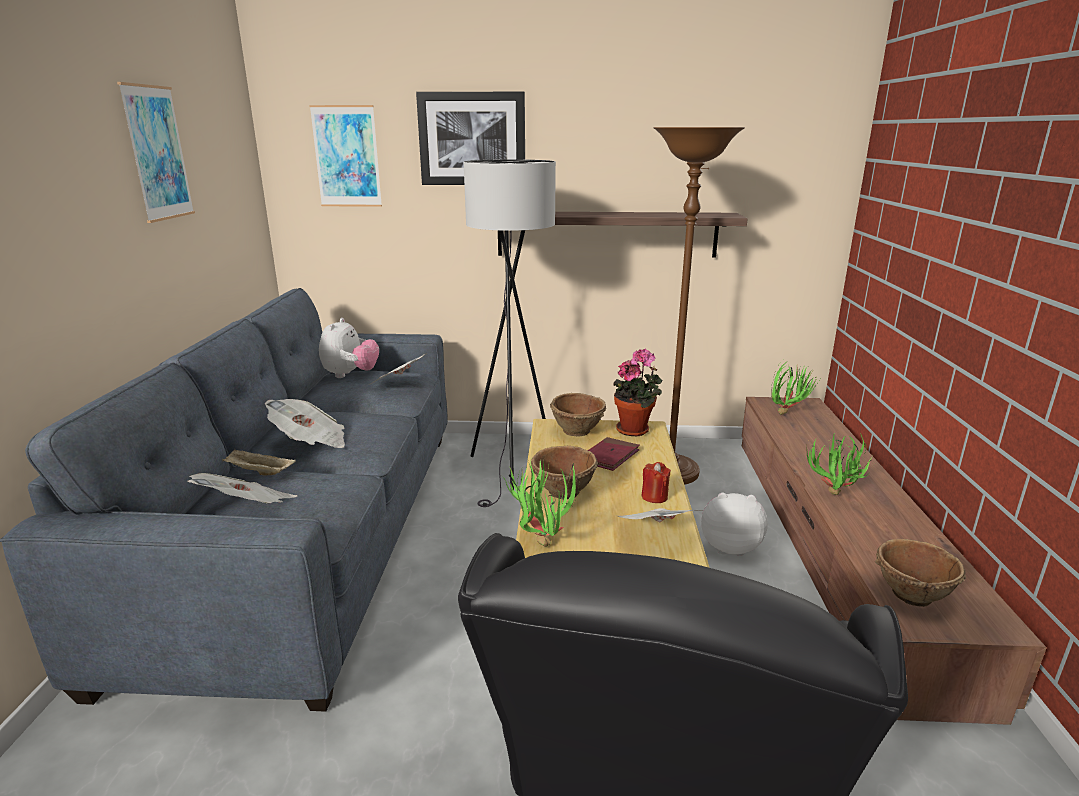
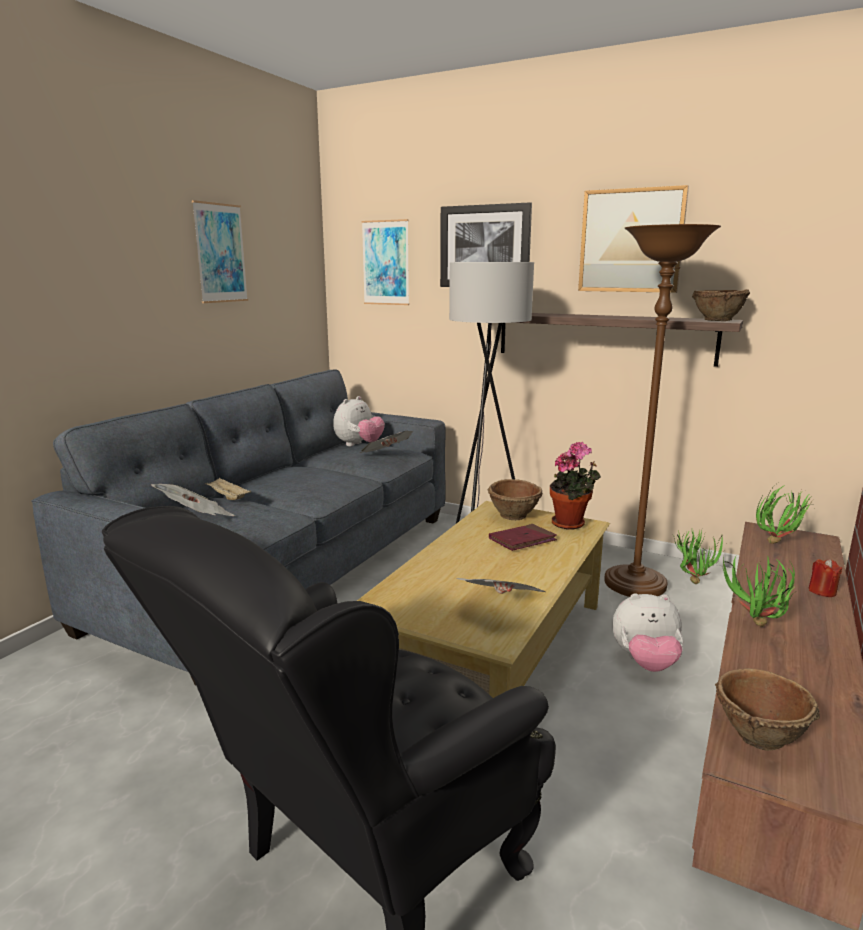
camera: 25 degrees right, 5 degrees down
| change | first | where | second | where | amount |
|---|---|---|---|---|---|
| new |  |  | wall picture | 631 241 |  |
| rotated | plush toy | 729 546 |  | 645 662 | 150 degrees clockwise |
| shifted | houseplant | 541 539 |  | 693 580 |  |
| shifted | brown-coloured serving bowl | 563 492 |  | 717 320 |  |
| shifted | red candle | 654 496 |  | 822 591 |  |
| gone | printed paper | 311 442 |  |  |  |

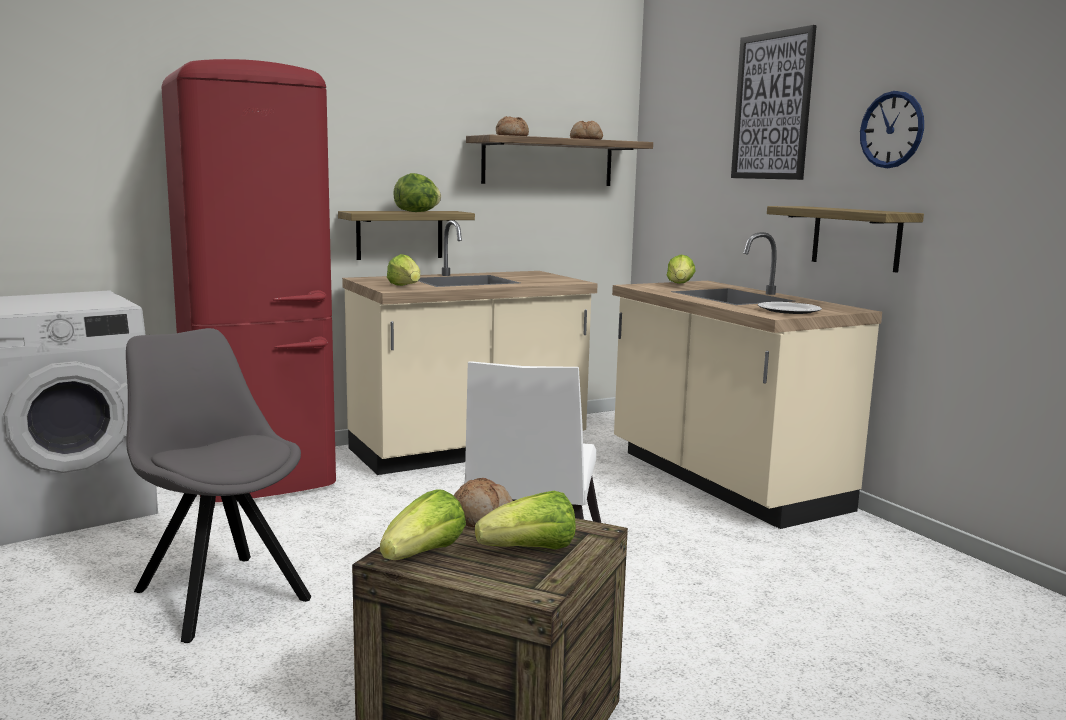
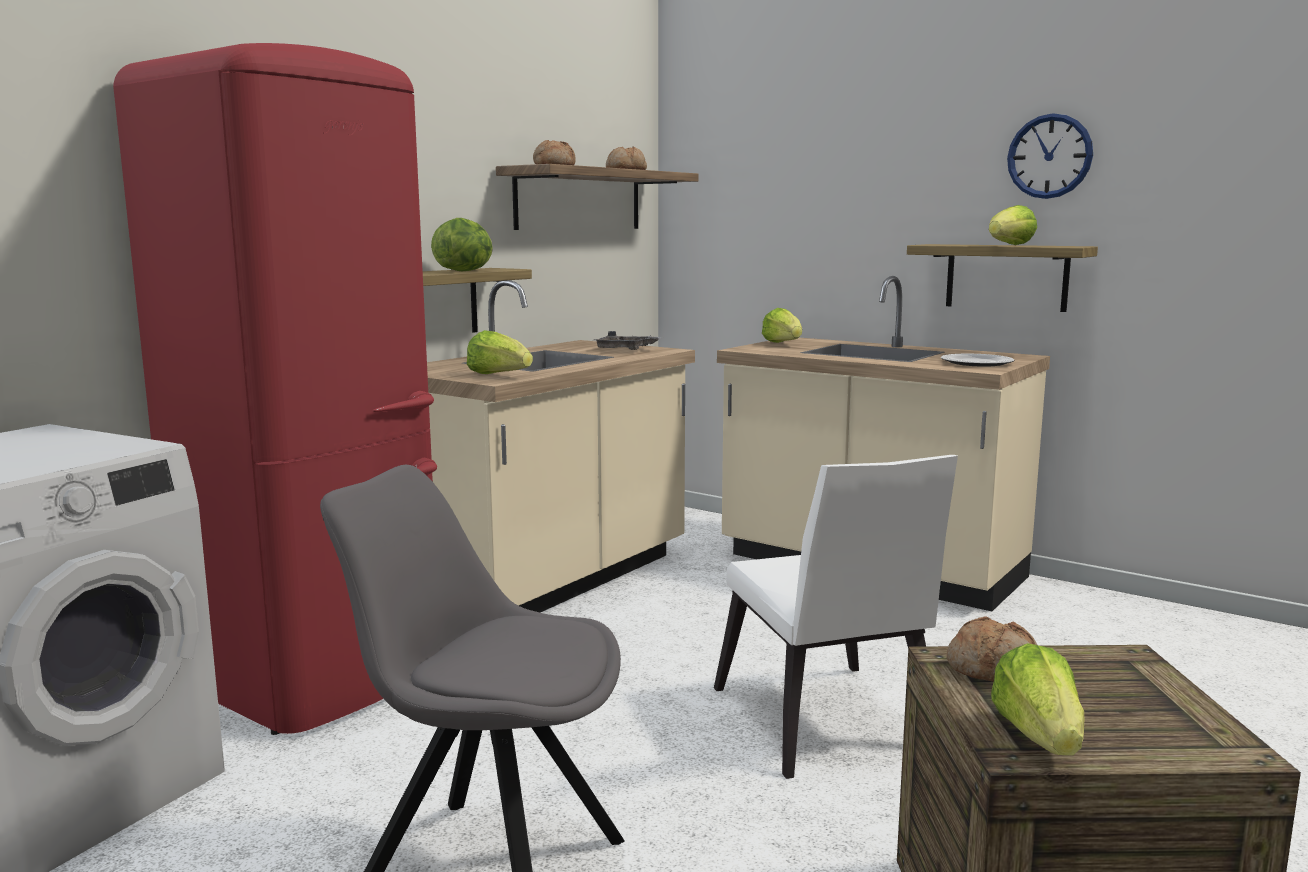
camera: 25 degrees left, 0 degrees up
| change | first | where | second | where | amount |
|---|---|---|---|---|---|
| new |  |  | grey tray | 626 350 |  |
| shifted | lettuce | 531 551 |  | 1010 245 |  |
| gone | wall picture | 772 106 |  |  |  |

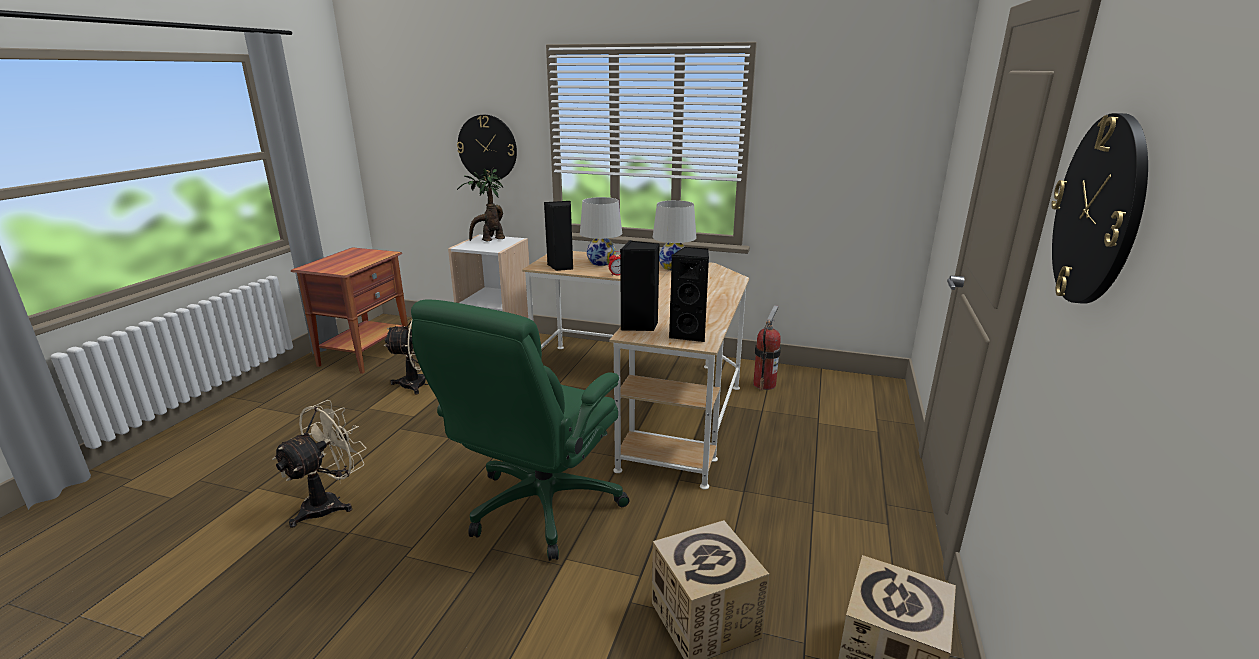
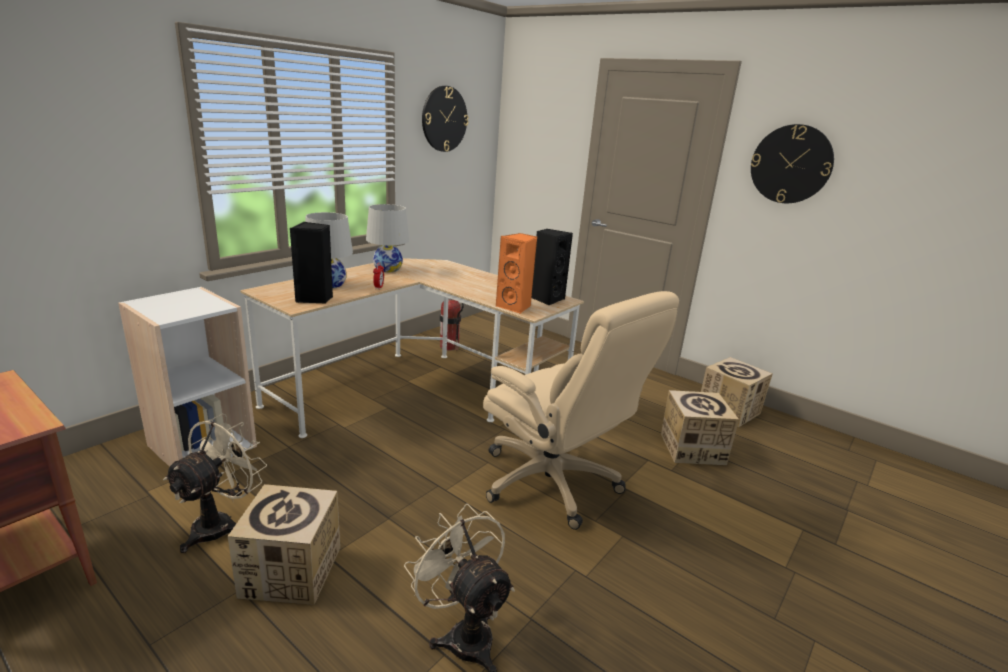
camera: 70 degrees left, 0 degrees up
| change | first | where | second | where | amount |
|---|---|---|---|---|---|
| new |  |  | cardboard box | 291 571 |  |
| shifted | hanging clock | 487 148 |  | 444 119 |  |
| repainted | green-coloured office chair | 536 511 | sand-coloured office chair | 556 487 |  |
| repainted | black-coloured audio speaker | 639 325 | orange-coloured audio speaker | 515 307 |  |
| gone | houseplant | 490 240 |  |  |  |

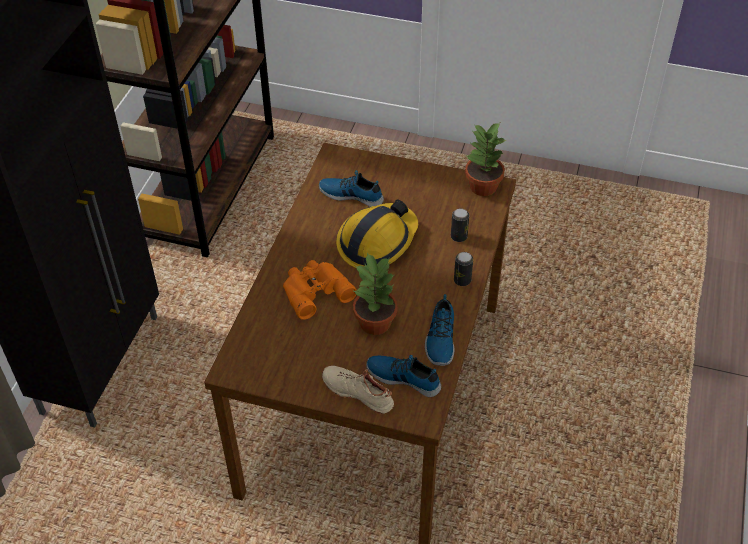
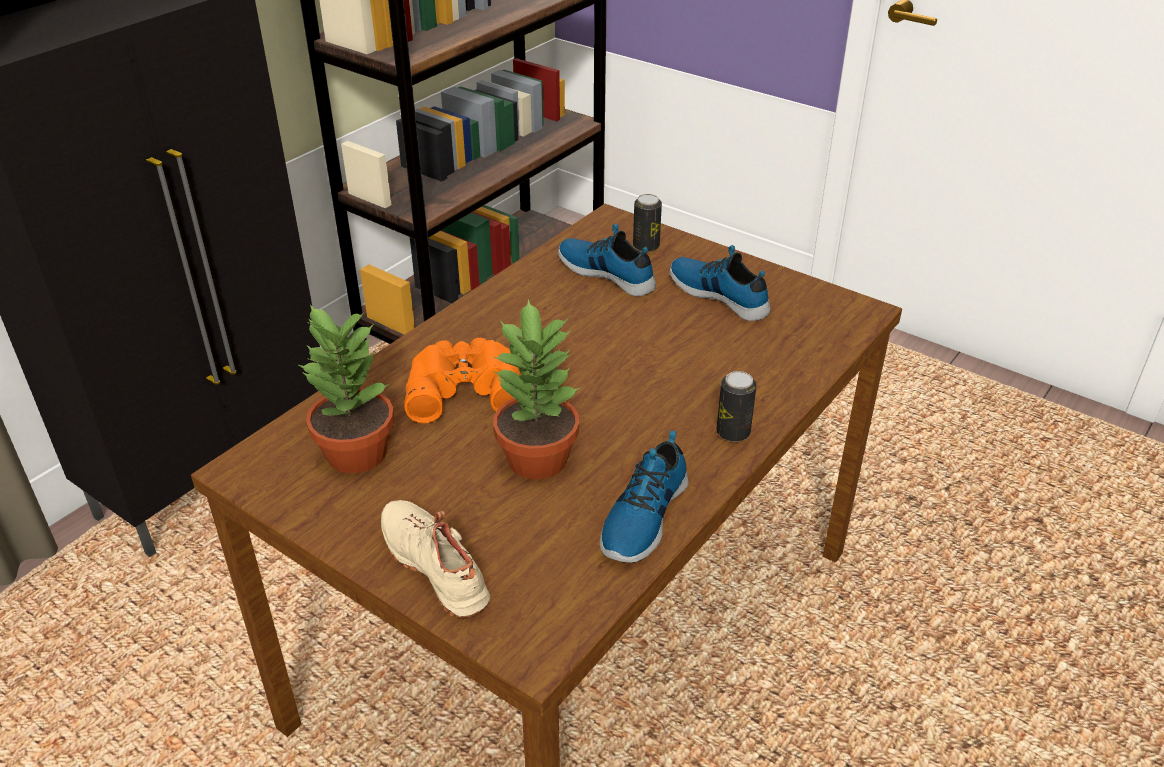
camera: 20 degrees right, 10 degrees down
| change | first | where | second | where | amount |
|---|---|---|---|---|---|
| shifted | houseplant | 482 186 |  | 354 453 |  |
| shifted | metal can | 459 237 |  | 646 246 |  |
| shifted | low shoe | 404 377 |  | 719 294 |  |
| gone | safety helmet | 377 242 |  |  |  |

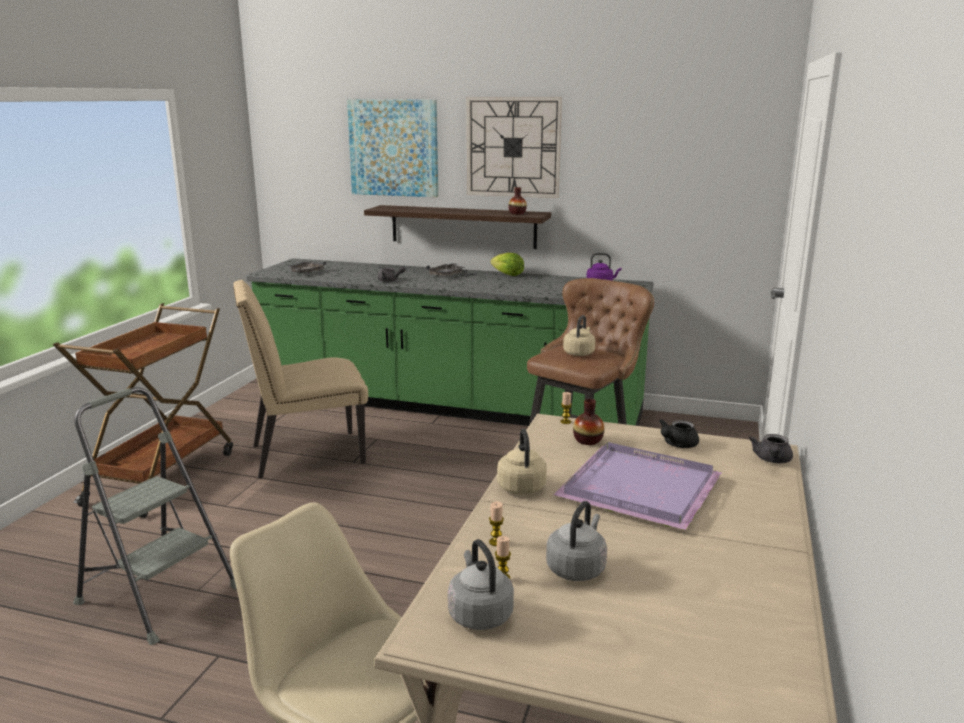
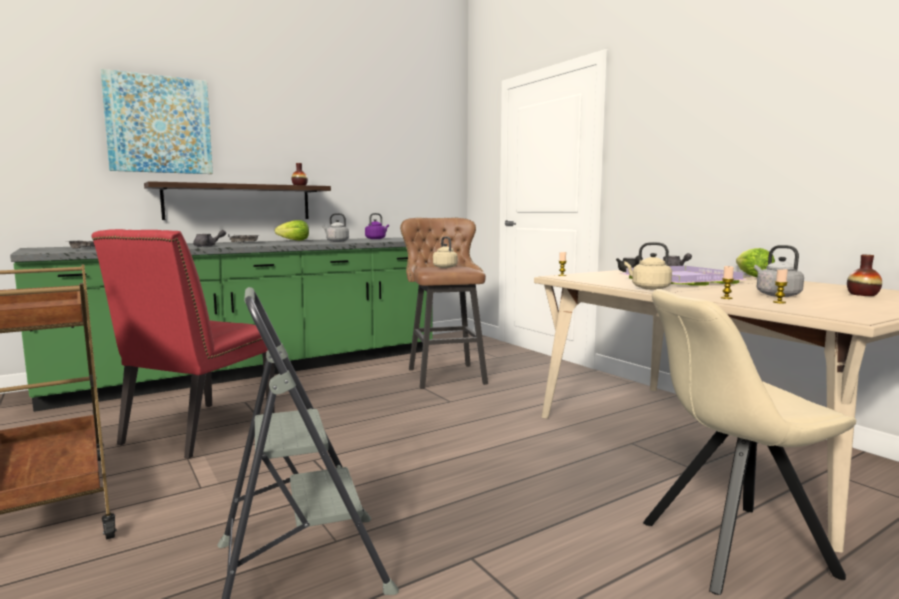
camera: 50 degrees left, 10 degrees down
| change | first | where | second | where | amount |
|---|---|---|---|---|---|
| repainted | sand-coloured upright chair | 308 454 | red upright chair | 200 429 |  |
| shifted | grey water kettle | 479 614 |  | 336 241 |  |
| new |  |  | lettuce | 752 277 |  |
| shifted | vase | 588 440 |  | 862 294 |  |
| gone | hanging clock | 513 147 |  |  |  |

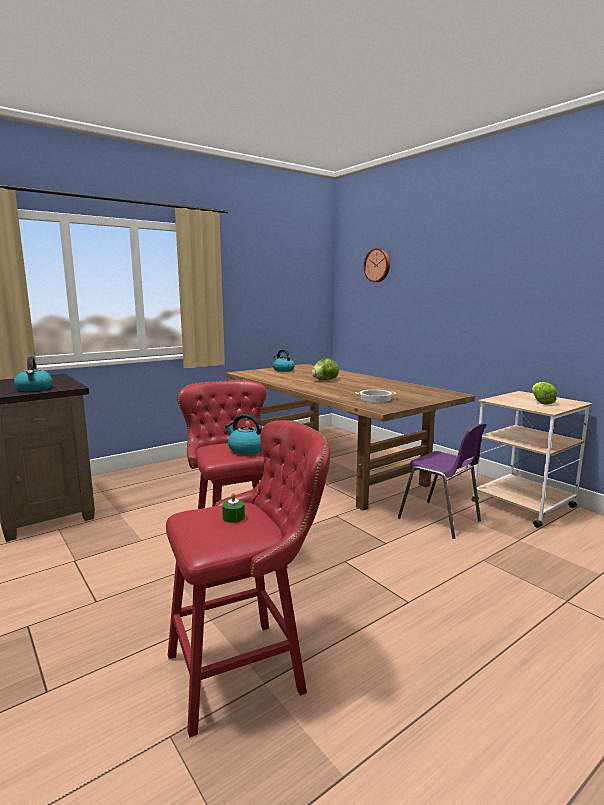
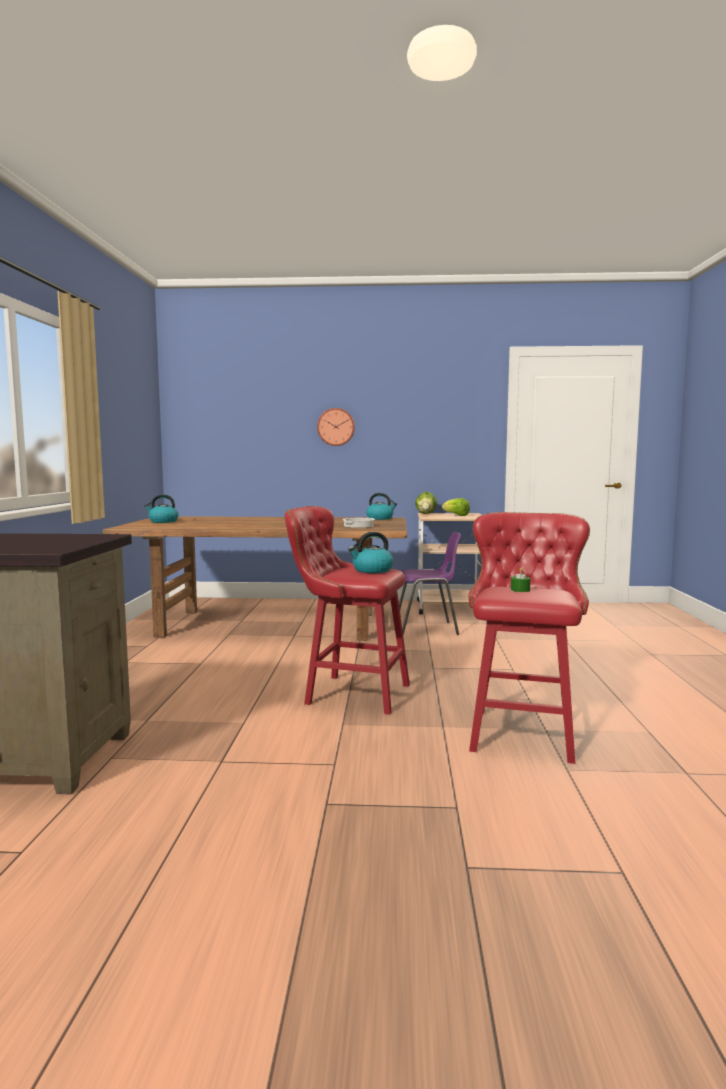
camera: 50 degrees left, 5 degrees down
| change | first | where | second | where | amount |
|---|---|---|---|---|---|
| shifted | hanging clock | 377 265 |  | 336 427 |  |
| shifted | water kettle | 34 389 |  | 380 518 |  |
| shifted | lettuce | 324 380 |  | 426 514 |  |

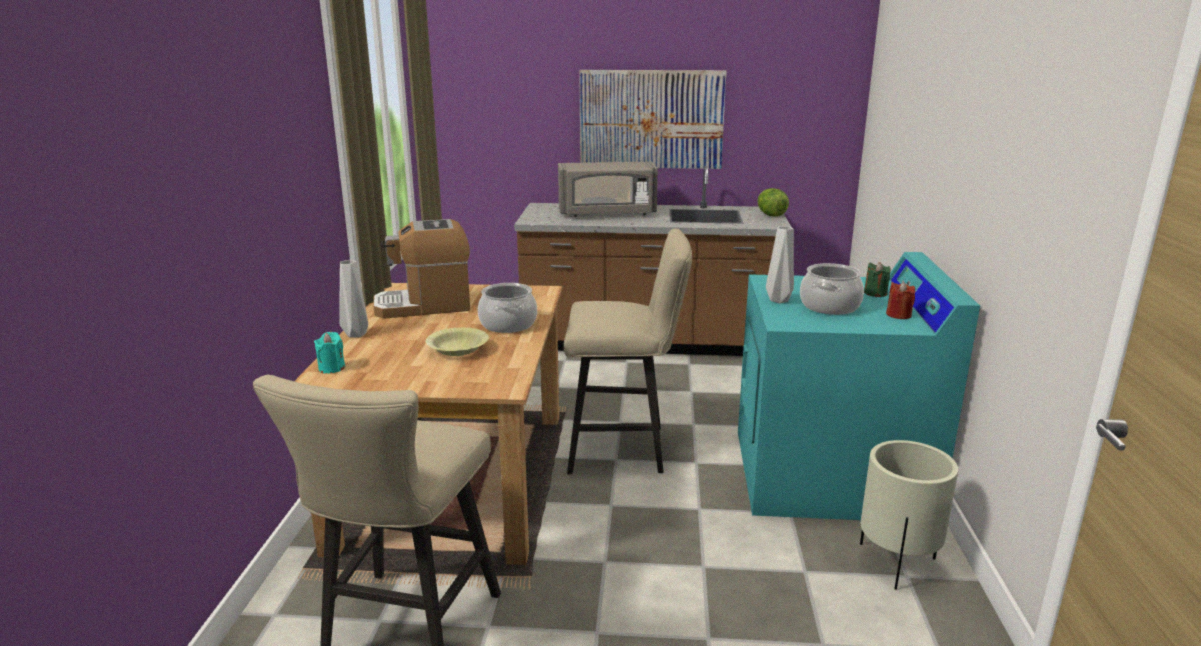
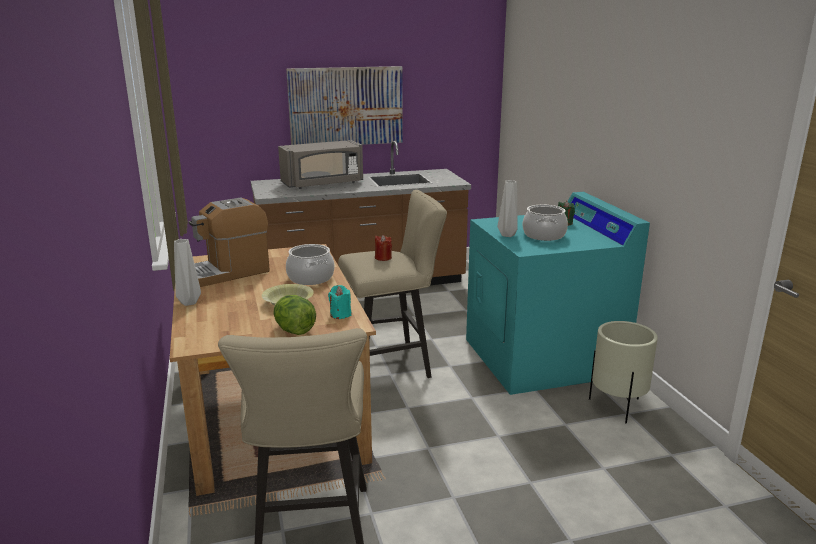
camera: 20 degrees left, 0 degrees up
| change | first | where | second | where | amount |
|---|---|---|---|---|---|
| shifted | lettuce | 771 215 |  | 294 330 |  |
| shifted | turquoise candle | 331 368 |  | 340 314 |  |
| shifted | red candle | 898 315 |  | 383 258 |  |

